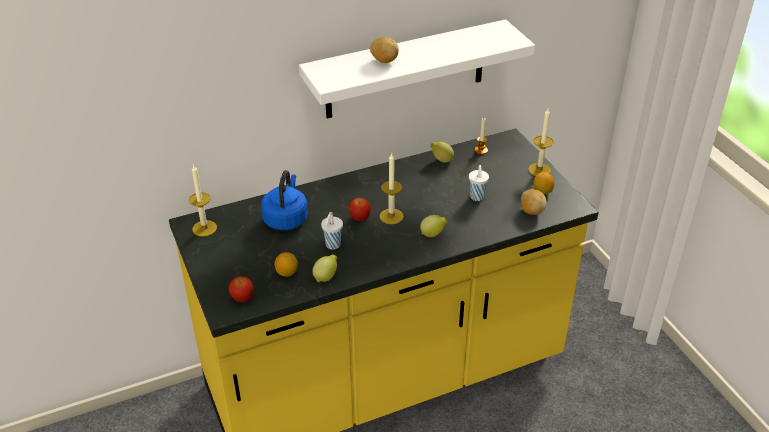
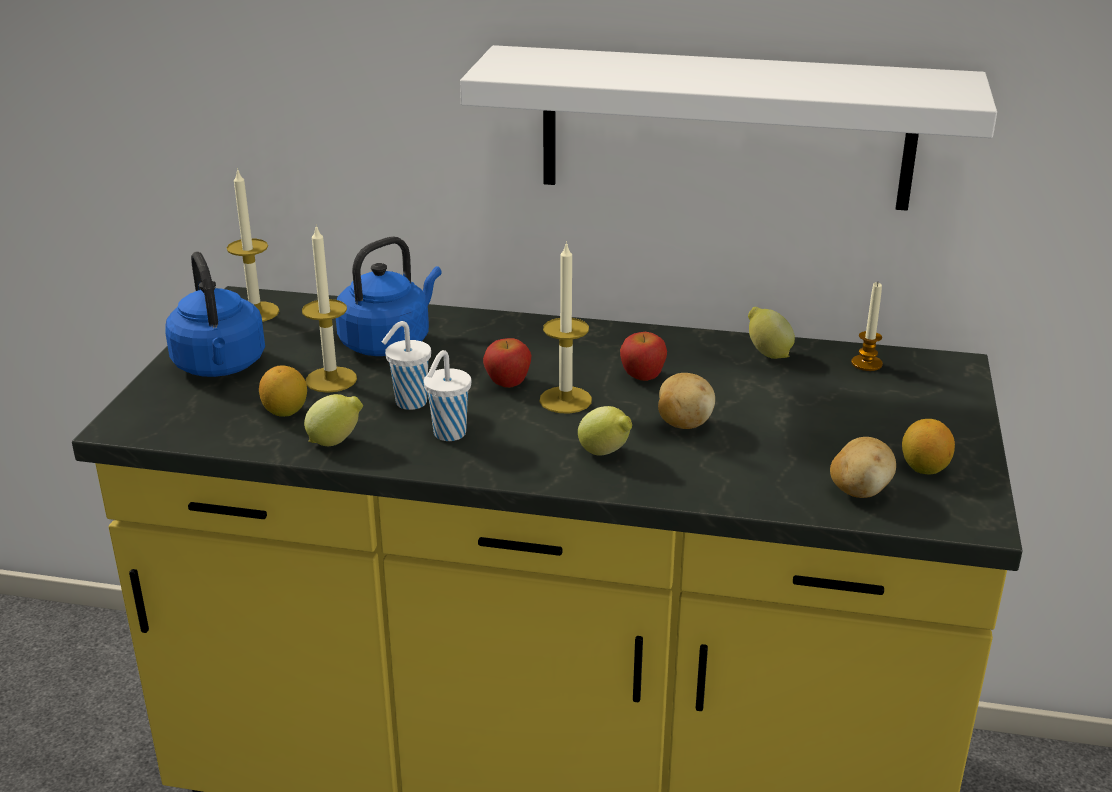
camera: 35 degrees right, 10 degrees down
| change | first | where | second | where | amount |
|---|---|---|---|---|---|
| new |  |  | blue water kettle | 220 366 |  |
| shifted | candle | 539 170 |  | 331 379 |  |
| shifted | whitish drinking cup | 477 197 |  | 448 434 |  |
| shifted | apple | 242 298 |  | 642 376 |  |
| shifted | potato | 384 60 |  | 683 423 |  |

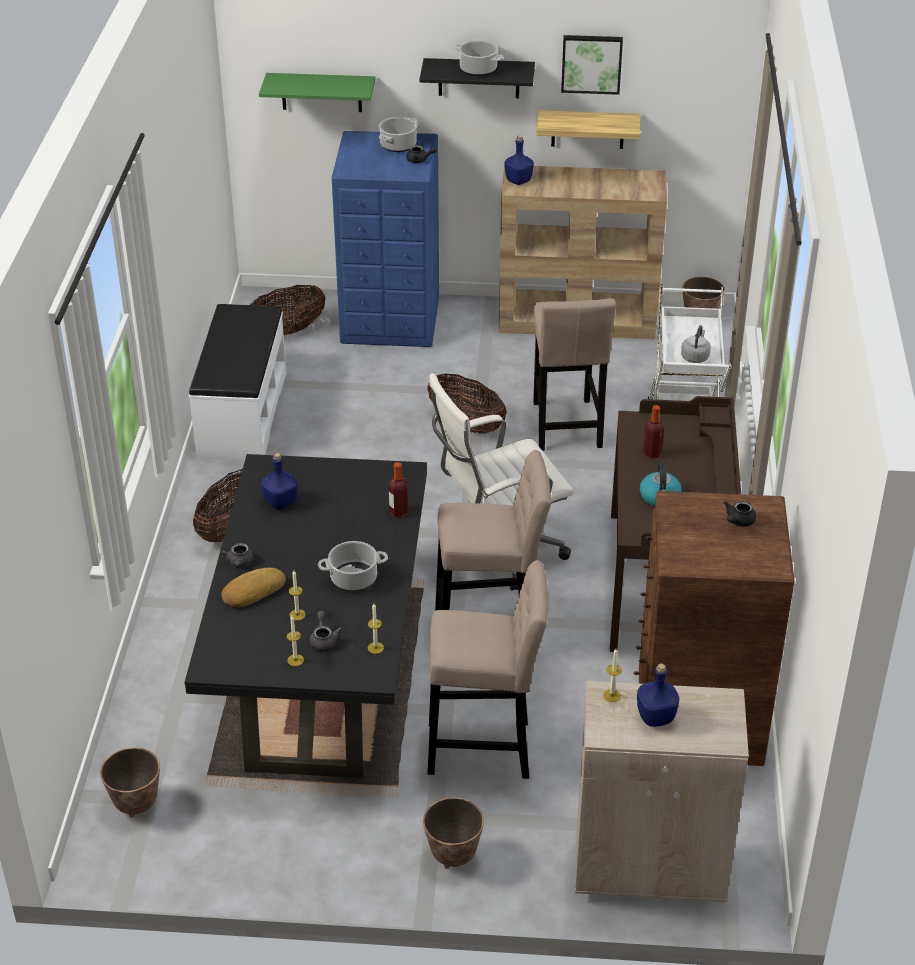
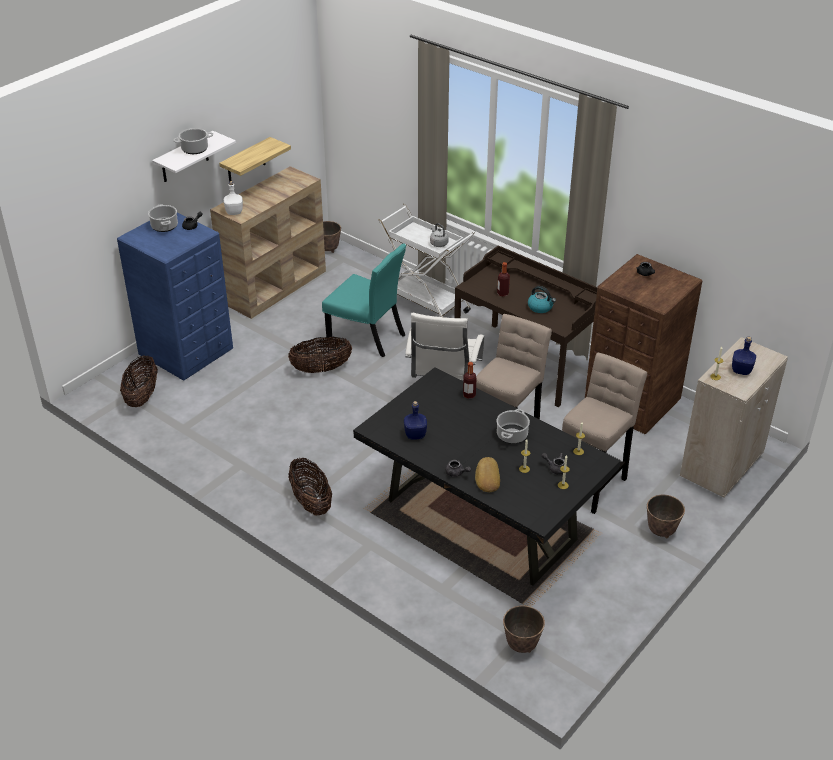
camera: 55 degrees left, 0 degrees up
| change | first | where | second | where | amount |
|---|---|---|---|---|---|
| repainted | black-coloured shelf | 479 78 | whitish shelf | 184 157 |  |
| repainted | blue drink bottle | 519 181 | whitish drink bottle | 234 212 |  |
| swapped | sand-coloured stool seat | 566 428 | turquoise upright chair | 366 336 |  |
| gone | whitish bench | 241 414 |  |  |  |
| gone | green-coloured shelf | 321 92 |  |  |  |
| gone | wall picture | 591 63 |  |  |  |

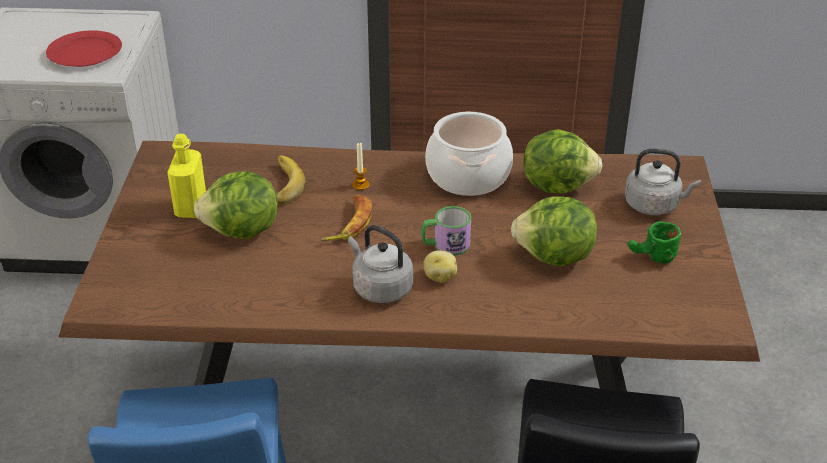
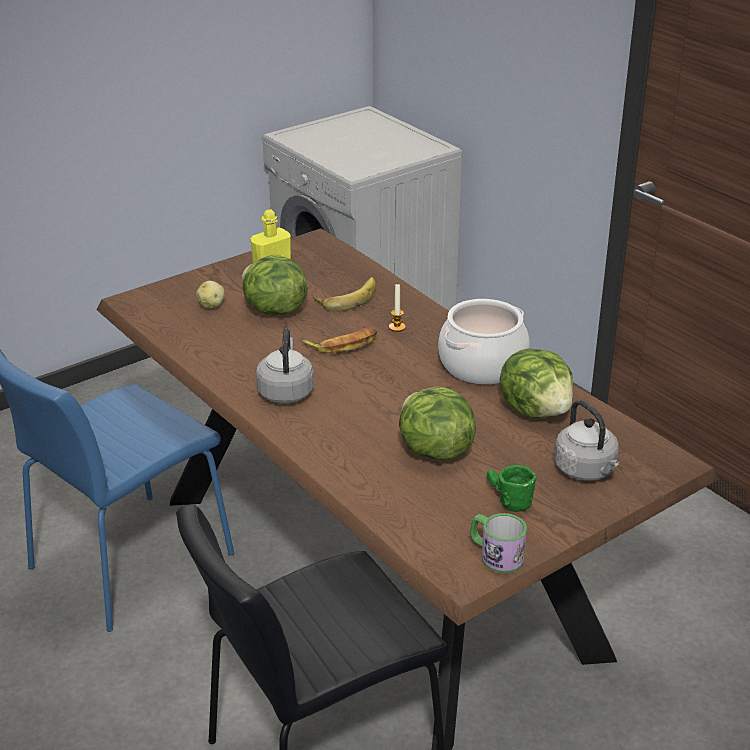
camera: 50 degrees right, 5 degrees down
| change | first | where | second | where | amount |
|---|---|---|---|---|---|
| shifted | potato | 440 276 |  | 212 305 |  |
| shifted | mug | 445 245 |  | 495 555 |  |
| gone | red plate | 84 52 |  |  |  |

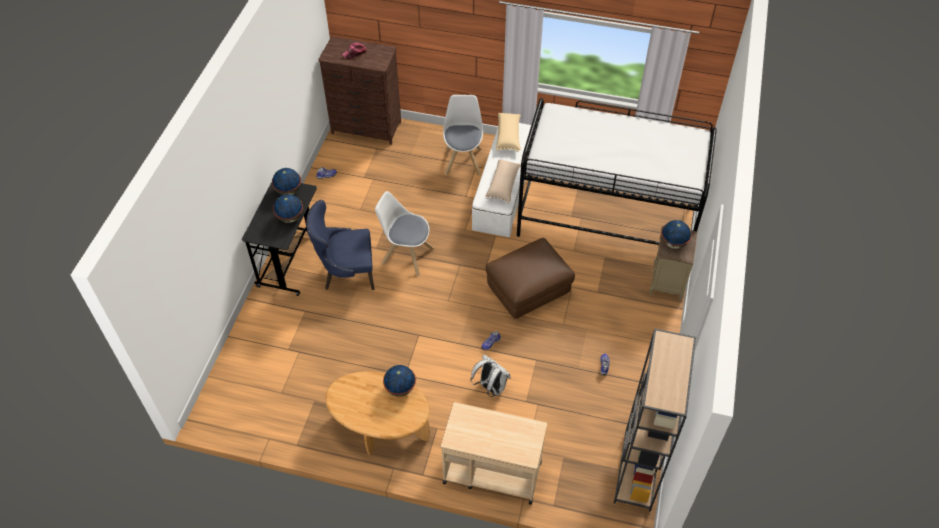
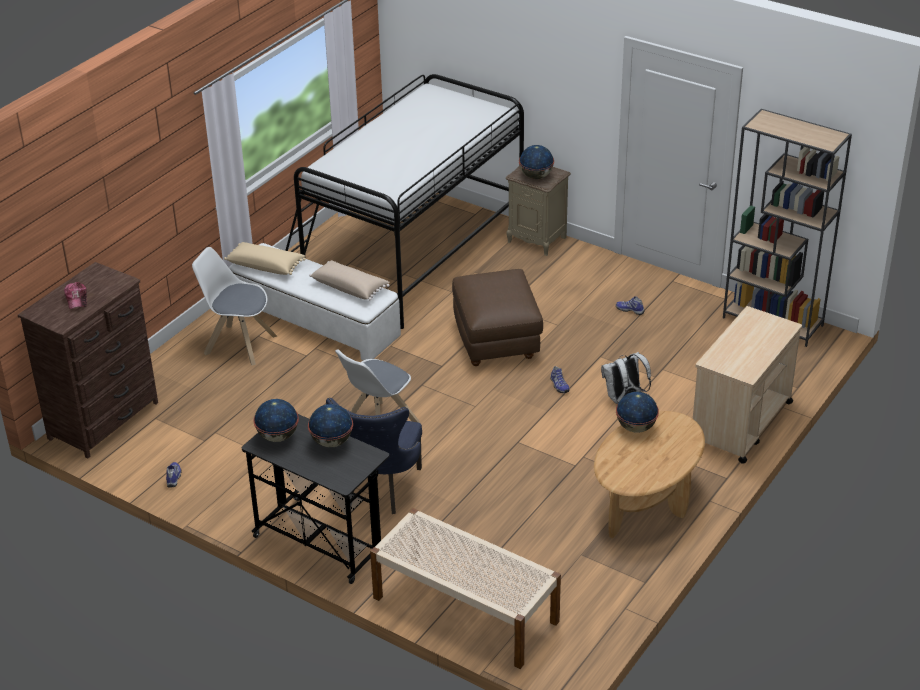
camera: 70 degrees left, 15 degrees down
| change | first | where | second | where | amount |
|---|---|---|---|---|---|
| new |  |  | sand-coloured bench | 464 610 |  |

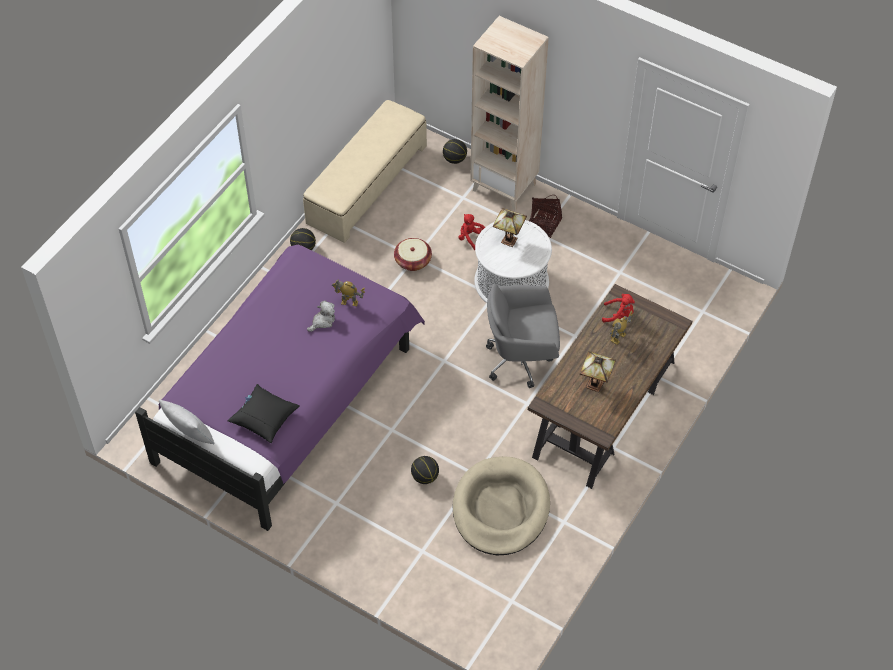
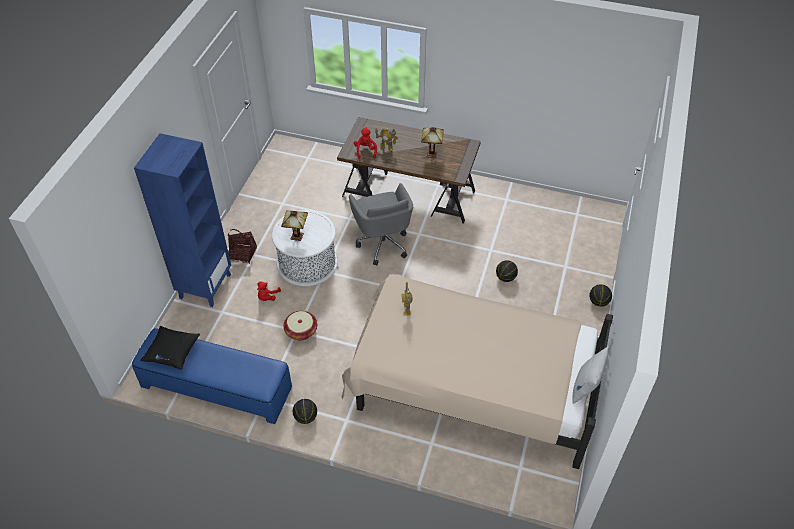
camera: 105 degrees left, 5 degrees down
| change | first | where | second | where | amount |
|---|---|---|---|---|---|
| repainted | sand-coloured bench | 367 183 | blue bench | 215 387 |  |
| repainted | sand-coloured bookshelf | 505 187 | blue bookshelf | 205 286 |  |
| shifted | black-coloured throw pillow | 264 418 |  | 172 352 |  |
| repainted | purple bed | 288 397 | sand-coloured bed | 470 383 |  |
| shifted | basketball ball | 454 159 |  | 598 302 |  |
| gone | plush toy | 323 321 |  |  |  |
| gone | sand-coloured pet bed | 501 508 |  |  |  |

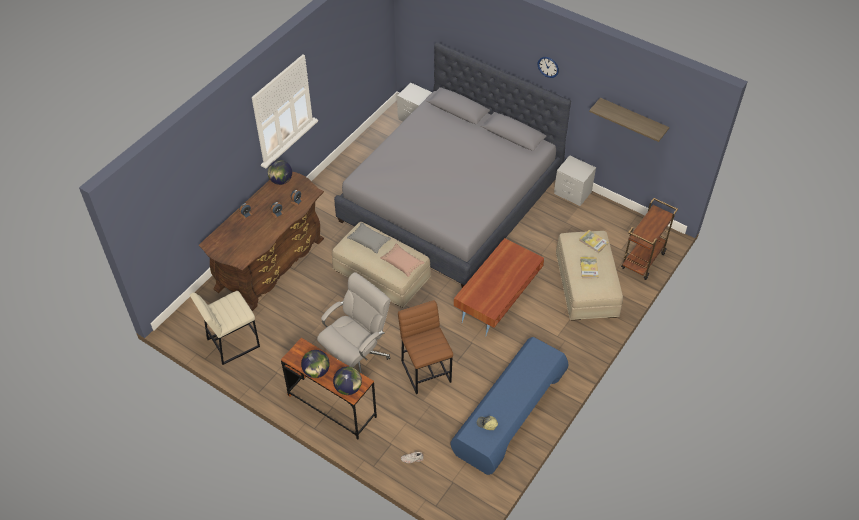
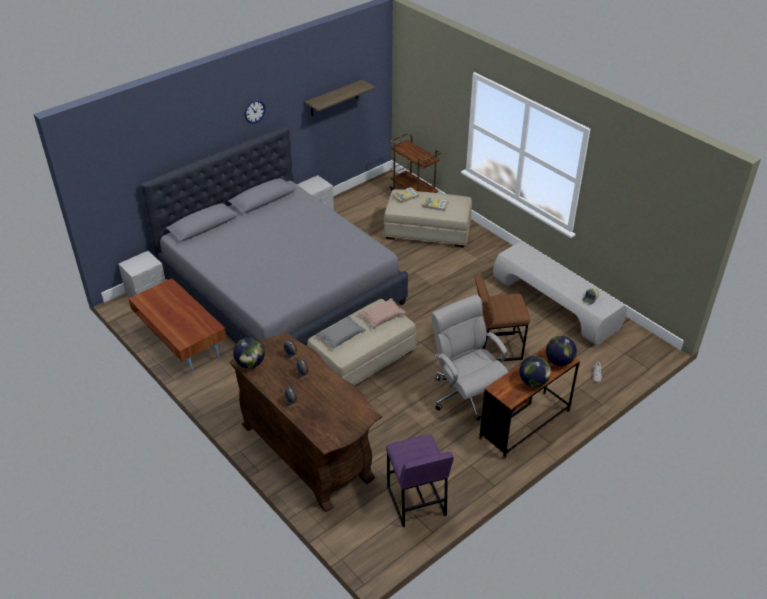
camera: 75 degrees left, 10 degrees down
| change | first | where | second | where | amount |
|---|---|---|---|---|---|
| shifted | brown-coloured coffee table | 497 300 |  | 181 342 |  |
| repainted | sand-coloured upright chair | 232 343 | purple upright chair | 417 502 |  |
| repainted | blue bench | 510 413 | grey bench | 555 303 |  |

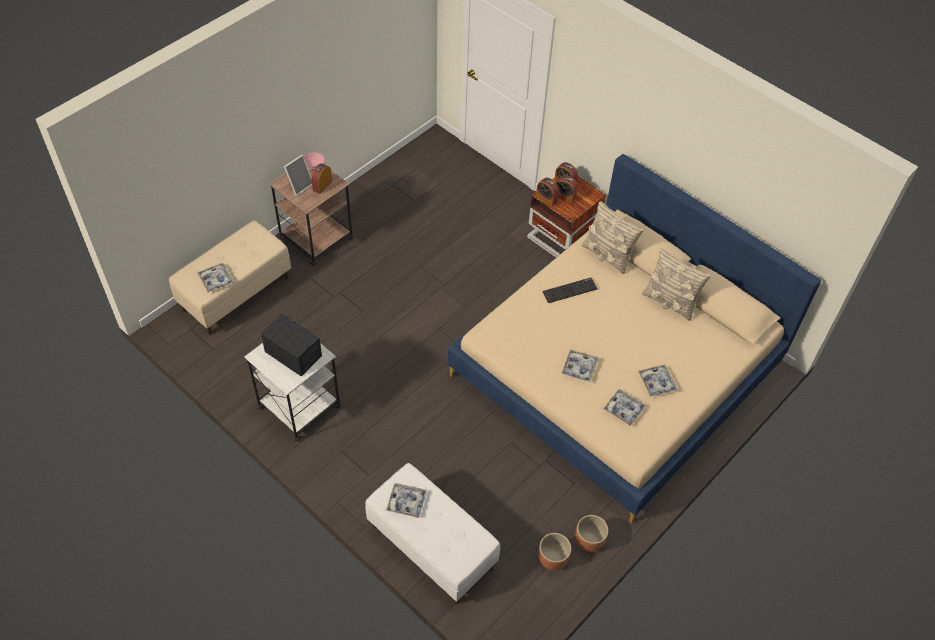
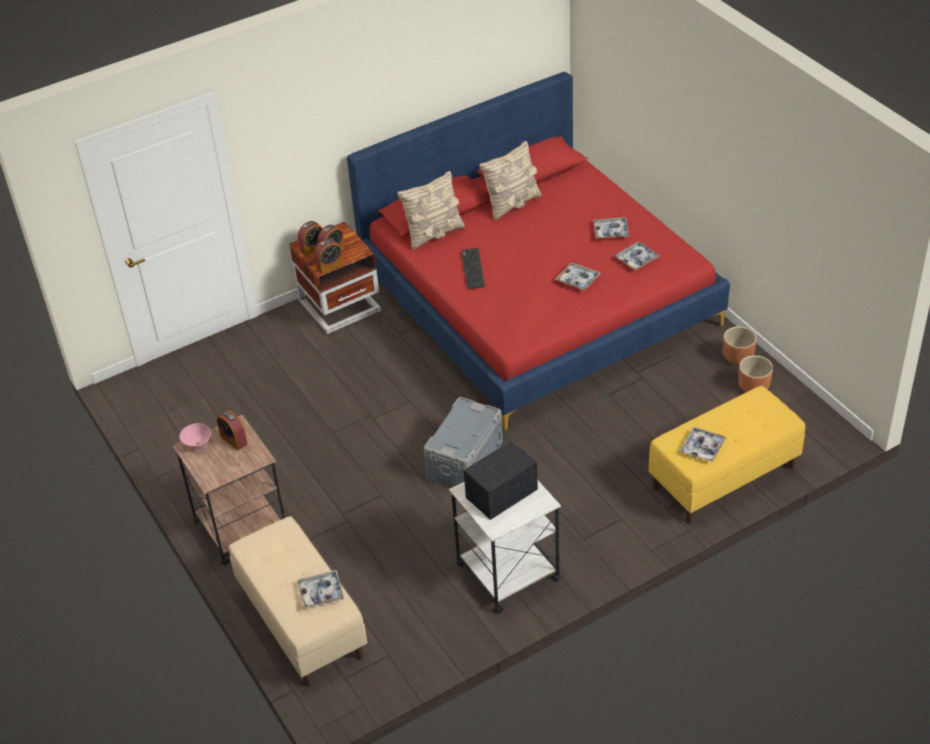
camera: 70 degrees left, 10 degrees down
| change | first | where | second | where | amount |
|---|---|---|---|---|---|
| repainted | sand-coloured bed | 616 369 | red bed | 538 299 |  |
| new |  |  | grey storage box | 464 460 |  |
| repainted | whitish bench | 431 546 | yellow bench | 723 478 |  |
| gone | photo frame | 299 185 |  |  |  |

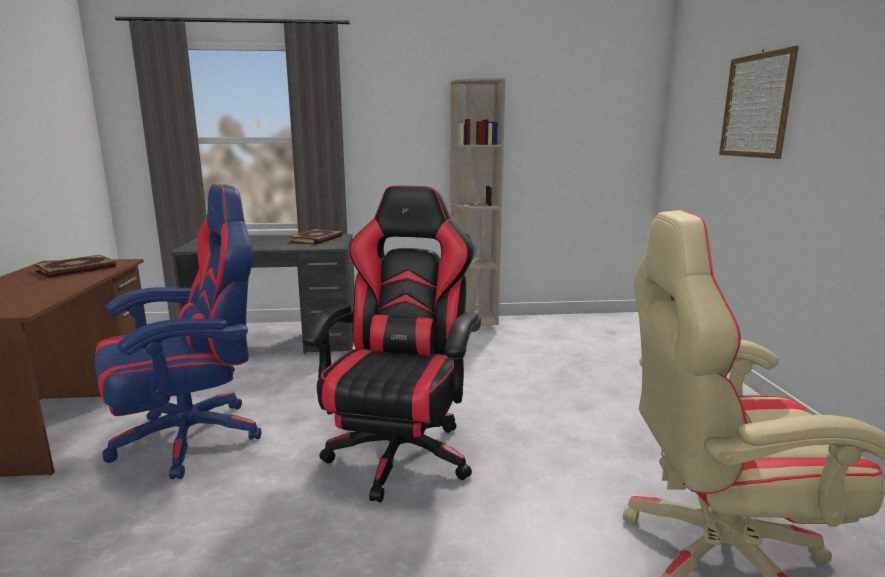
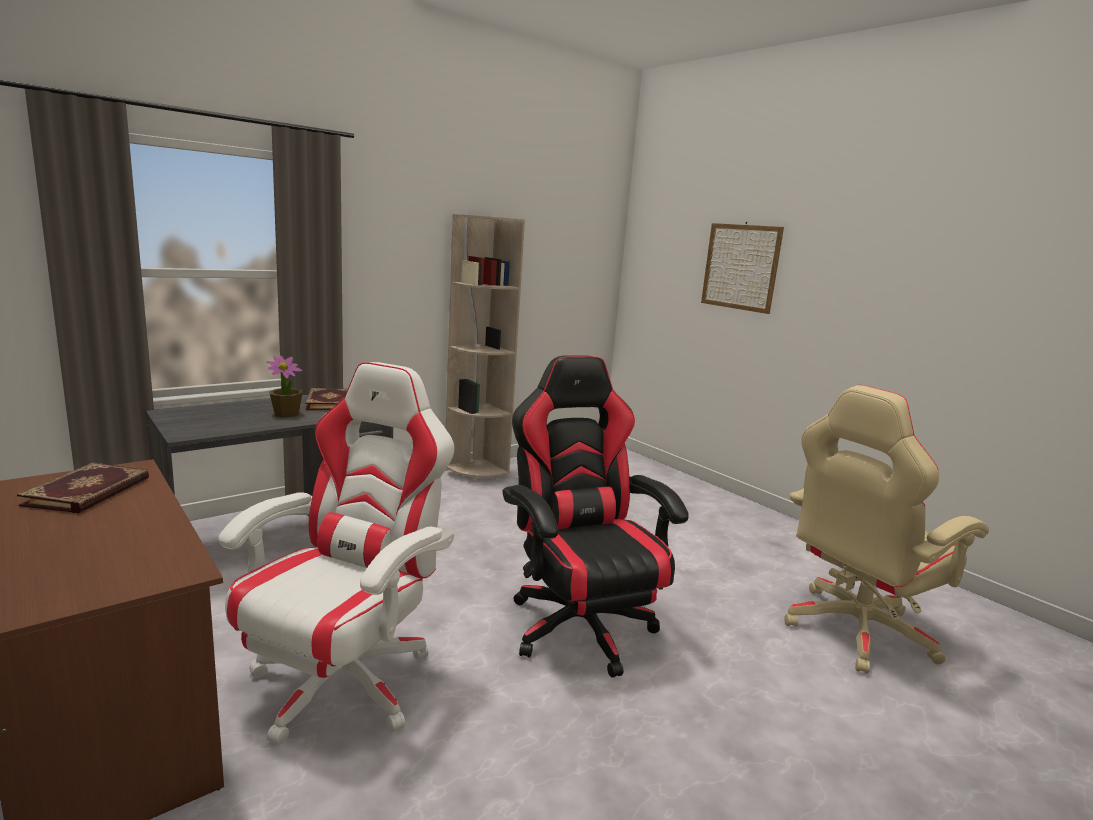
camera: 35 degrees left, 0 degrees up
| change | first | where | second | where | amount |
|---|---|---|---|---|---|
| repainted | blue office chair | 189 438 | whitish office chair | 342 682 |  |
| new |  |  | houseplant | 286 414 |  |

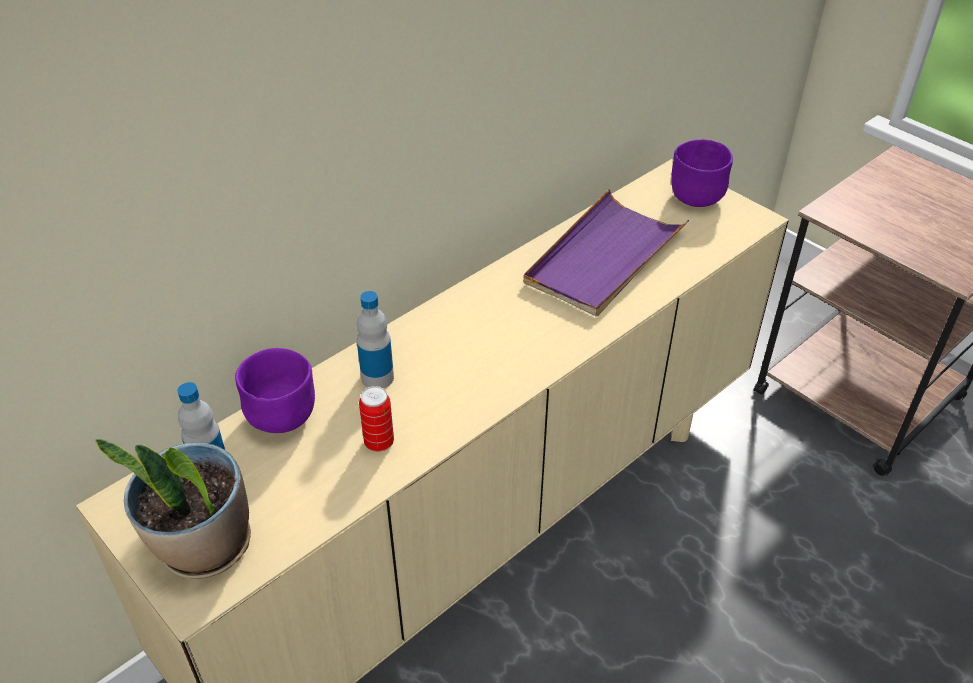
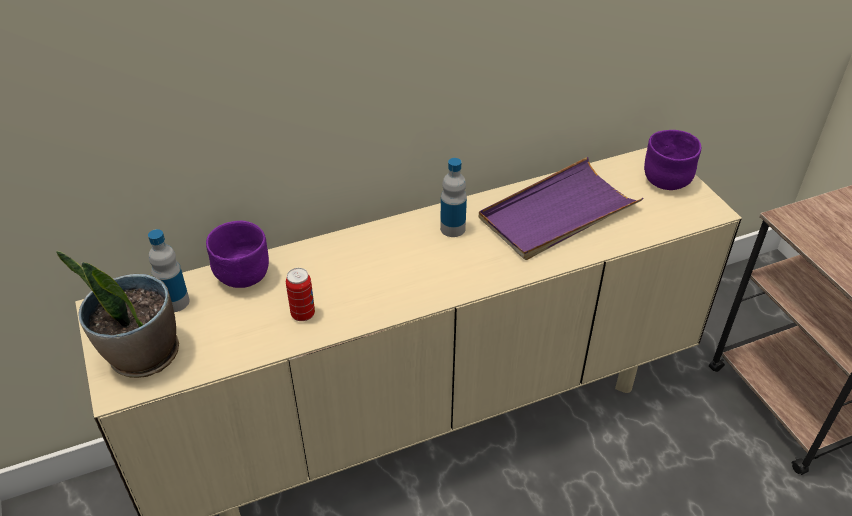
camera: 20 degrees right, 0 degrees up
| change | first | where | second | where | amount |
|---|---|---|---|---|---|
| shifted | drink bottle | 377 378 |  | 452 228 |  |

